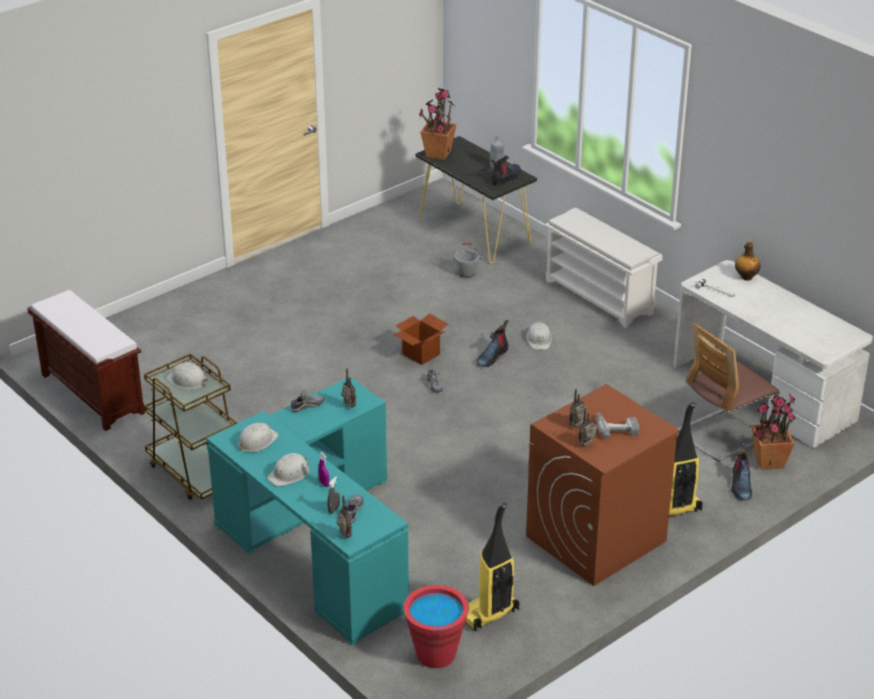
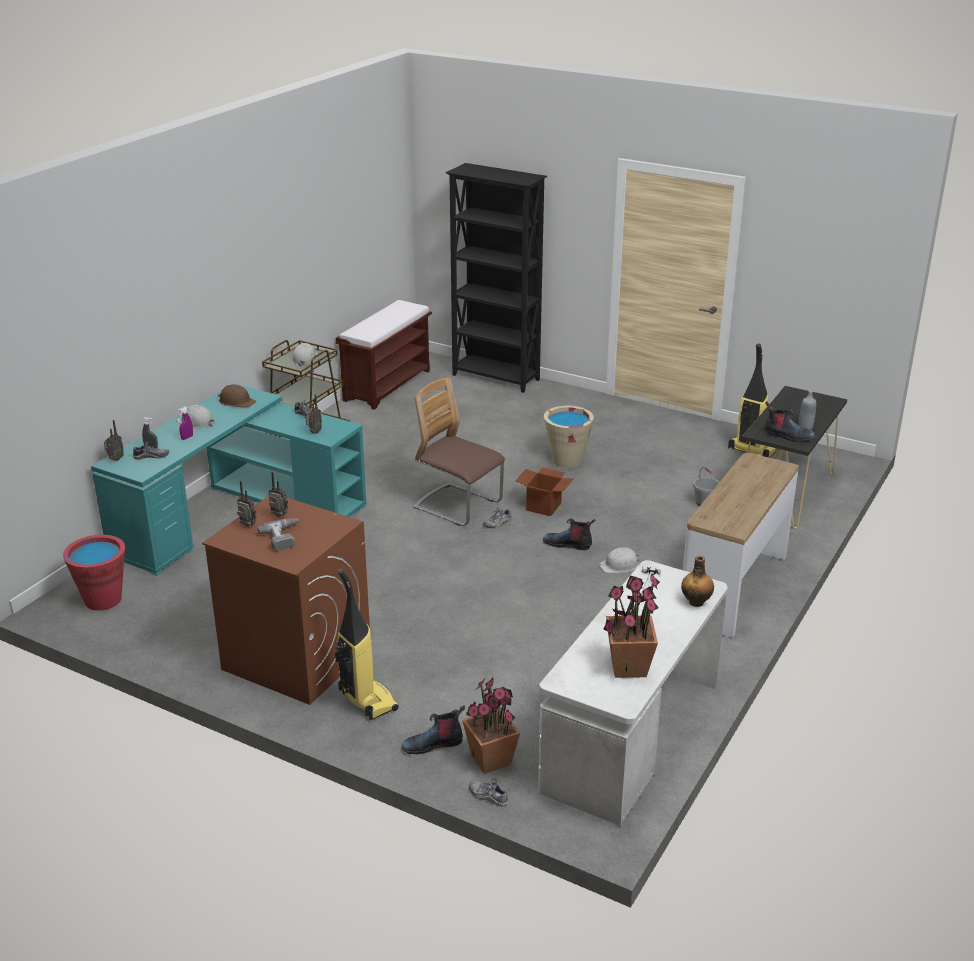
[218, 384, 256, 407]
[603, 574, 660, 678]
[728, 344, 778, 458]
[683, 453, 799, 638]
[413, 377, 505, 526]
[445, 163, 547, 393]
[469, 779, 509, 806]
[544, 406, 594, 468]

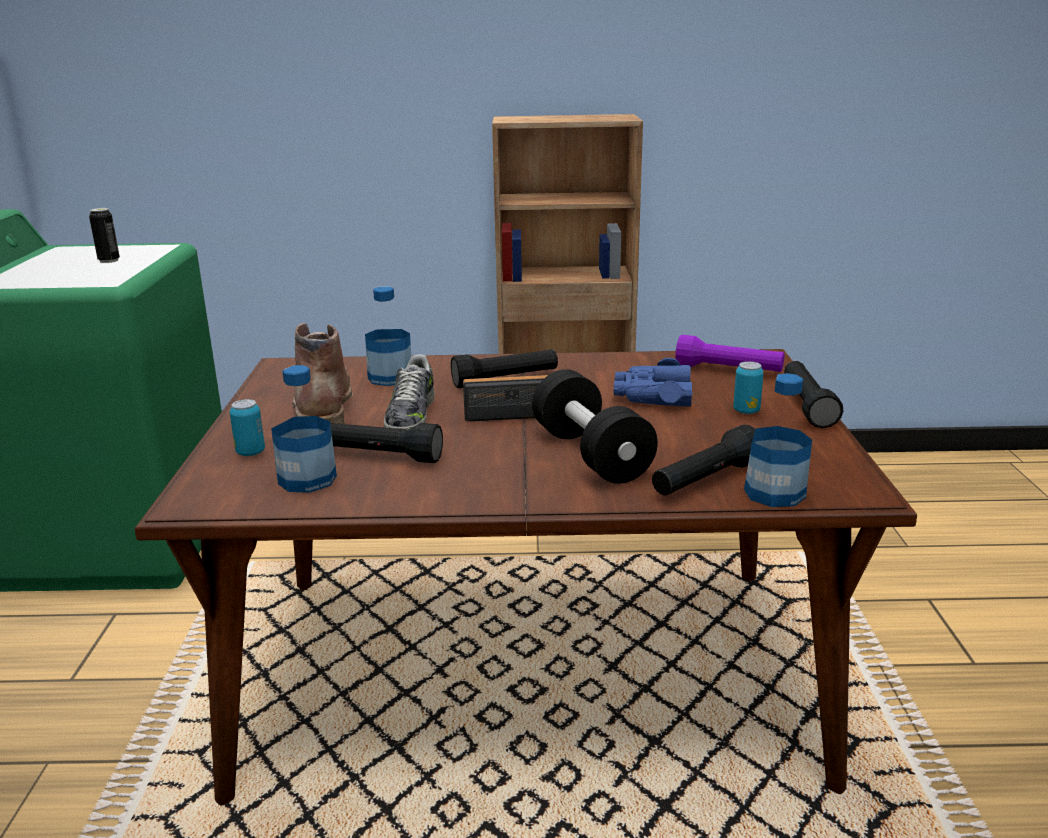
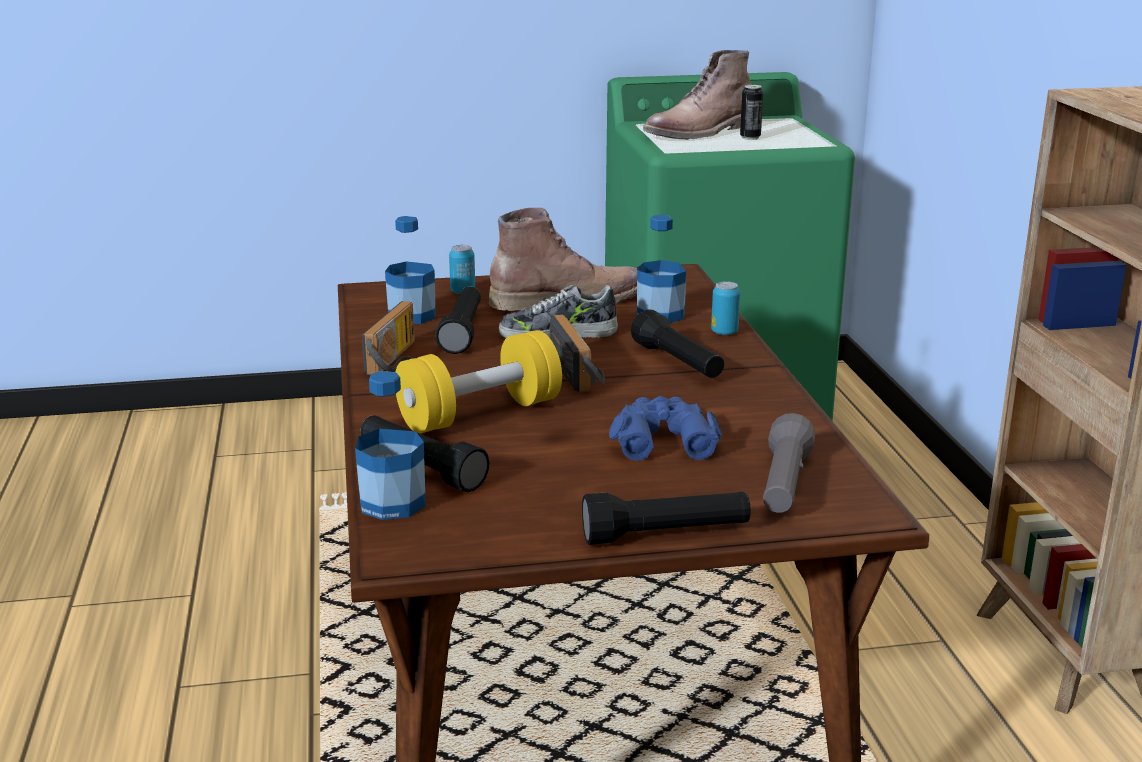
[396, 330, 562, 434]
[763, 413, 815, 513]
[711, 282, 740, 335]
[362, 301, 415, 375]
[643, 50, 751, 140]

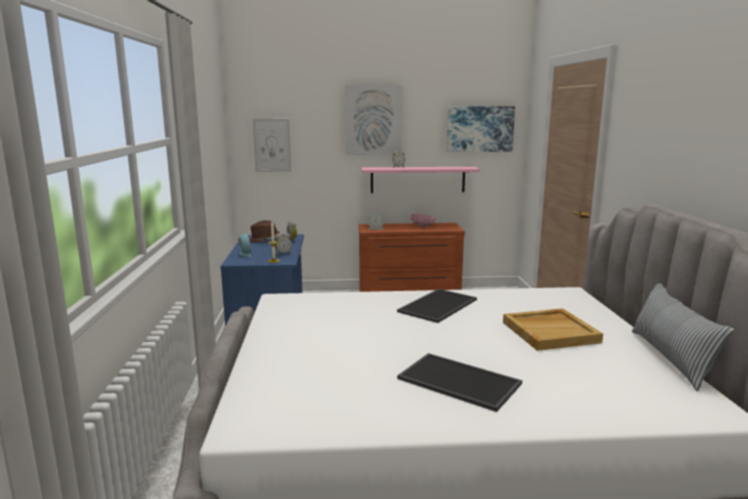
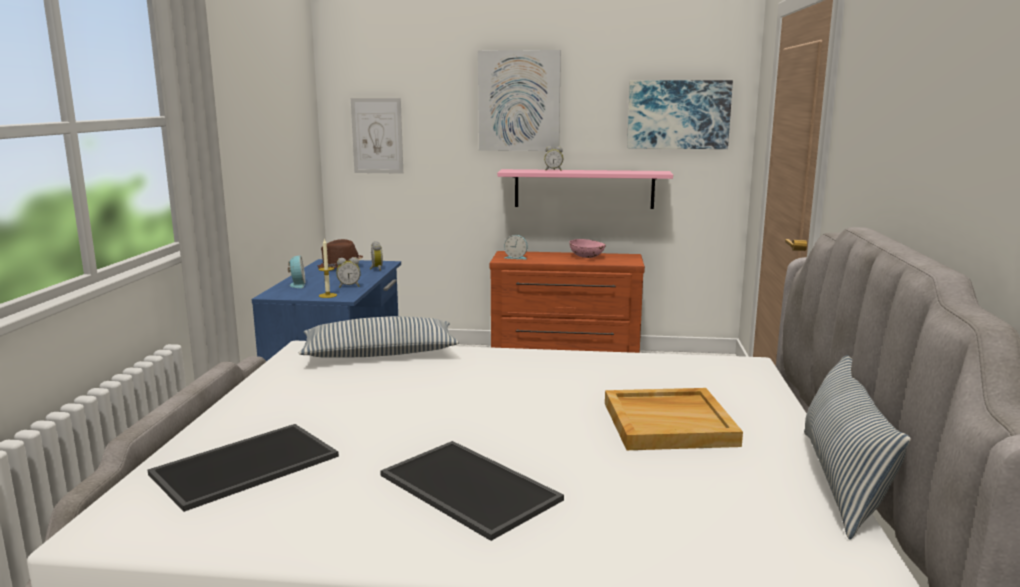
[147, 424, 339, 512]
[299, 316, 459, 358]

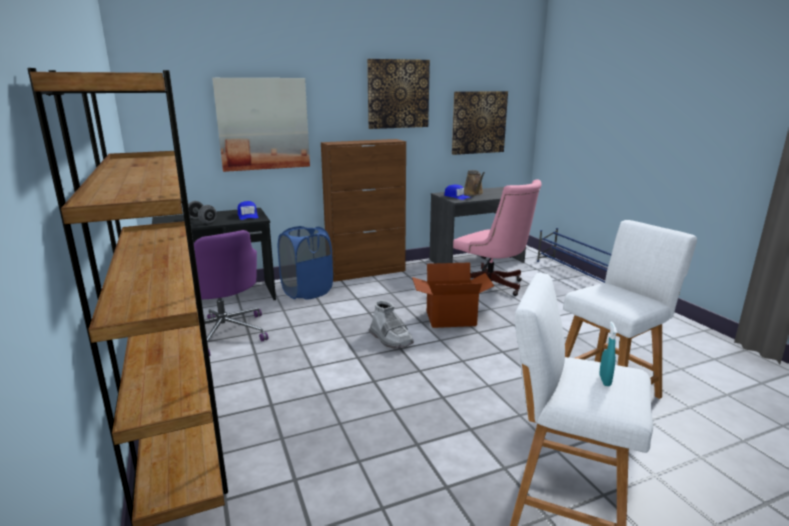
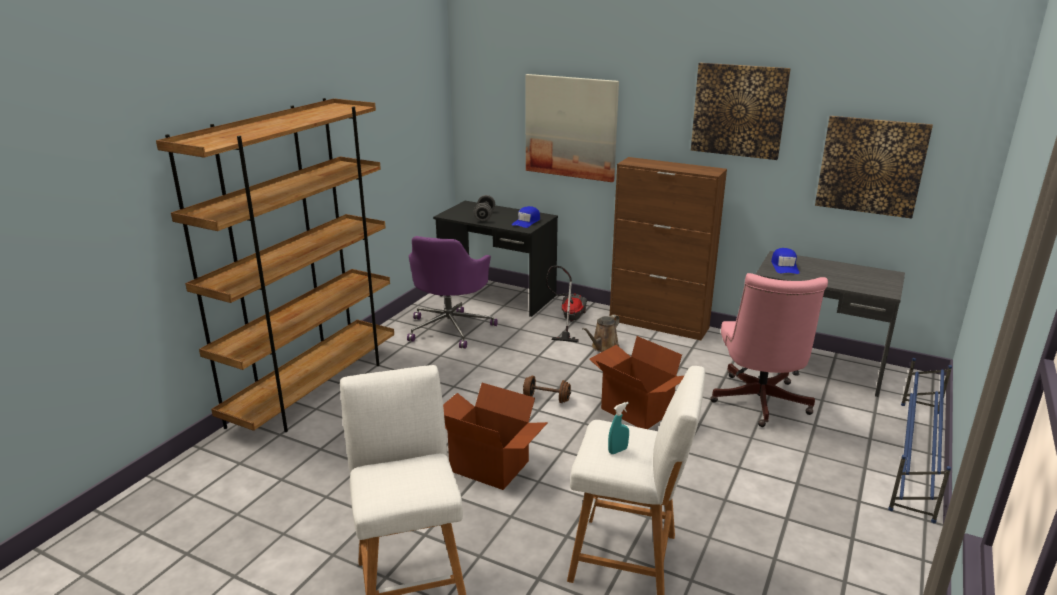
[546, 266, 588, 342]
[523, 376, 571, 403]
[582, 315, 620, 352]
[608, 402, 629, 454]
[443, 383, 548, 490]

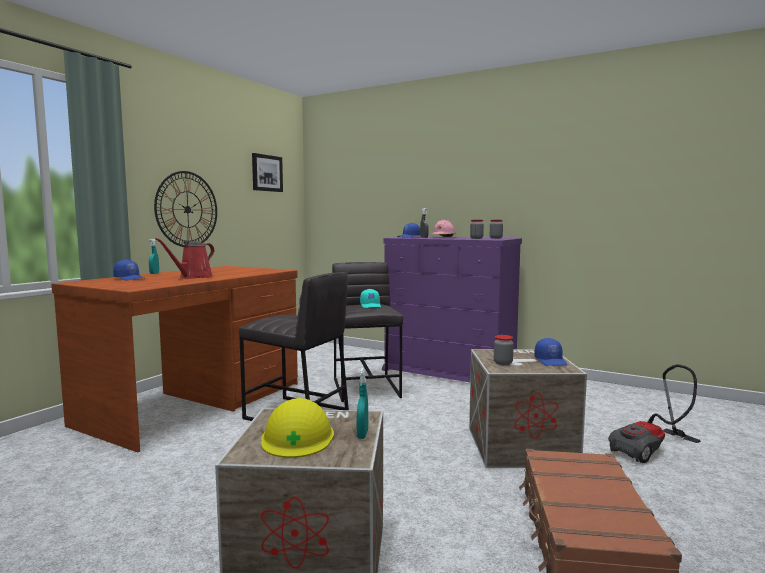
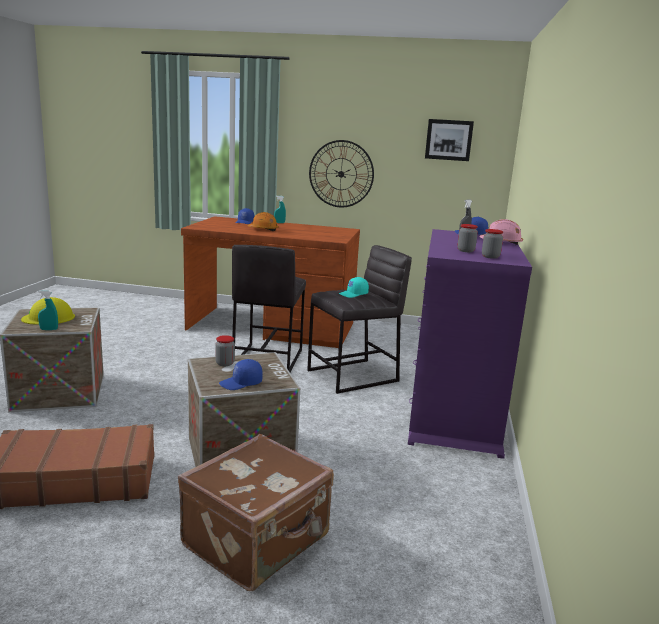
[247, 212, 279, 231]
[178, 434, 334, 591]

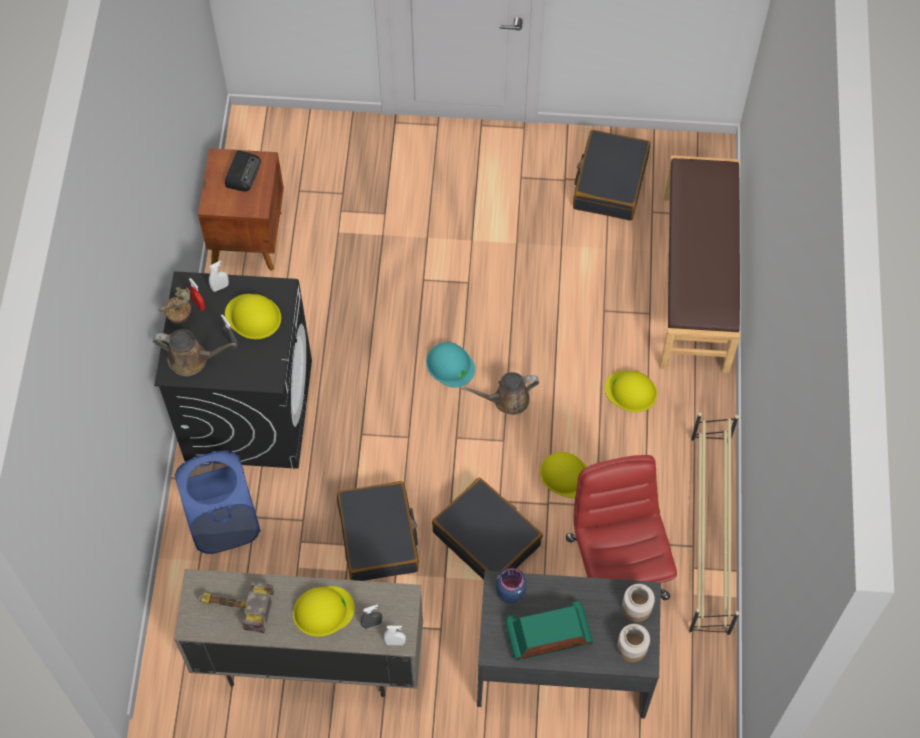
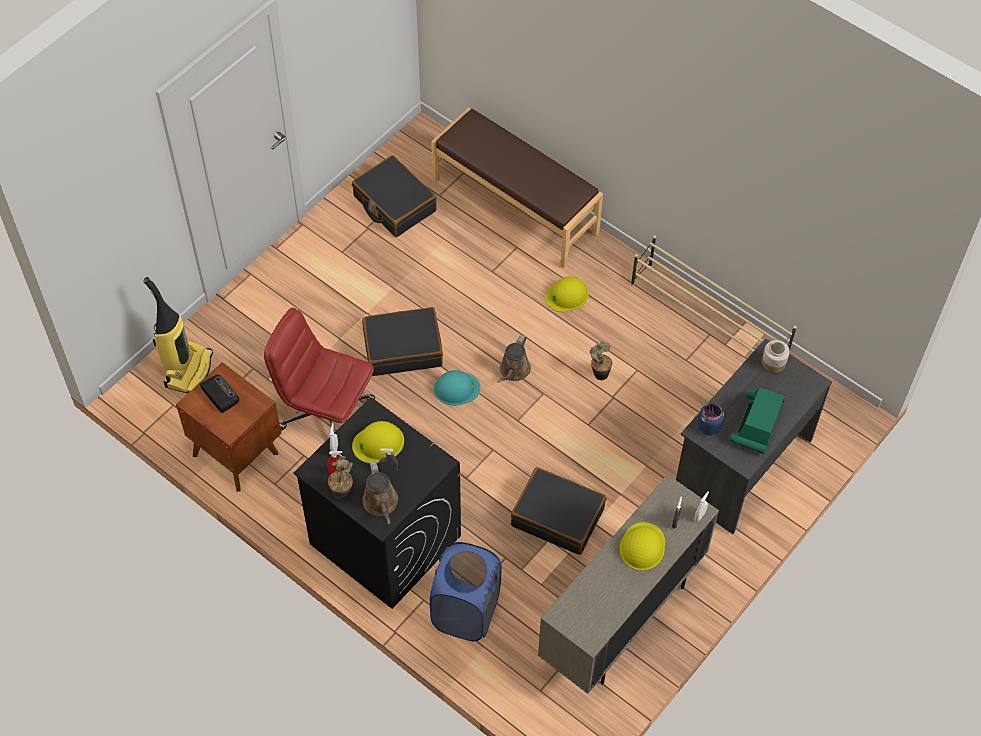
[362, 461, 398, 524]
[197, 581, 274, 633] (first image)
[362, 307, 443, 376]
[590, 341, 612, 380]
[264, 308, 375, 432]
[617, 624, 650, 662] (first image)
[143, 277, 213, 394]

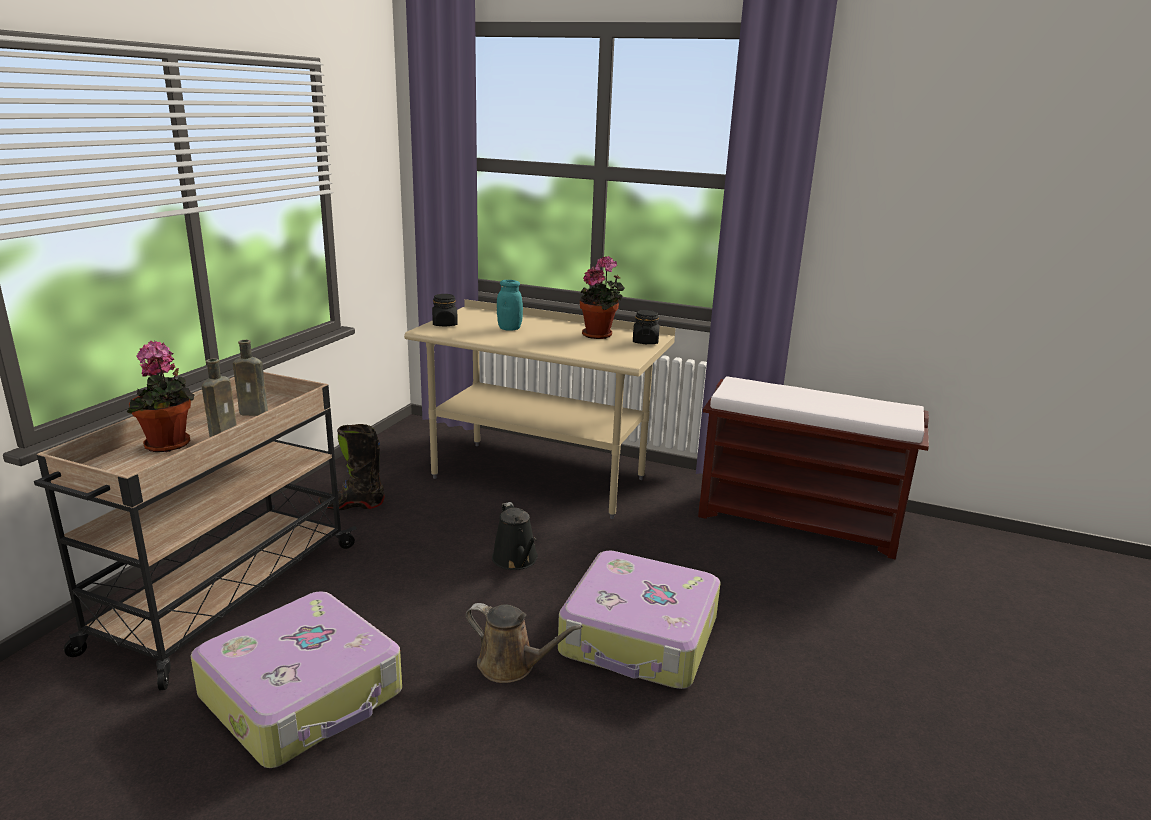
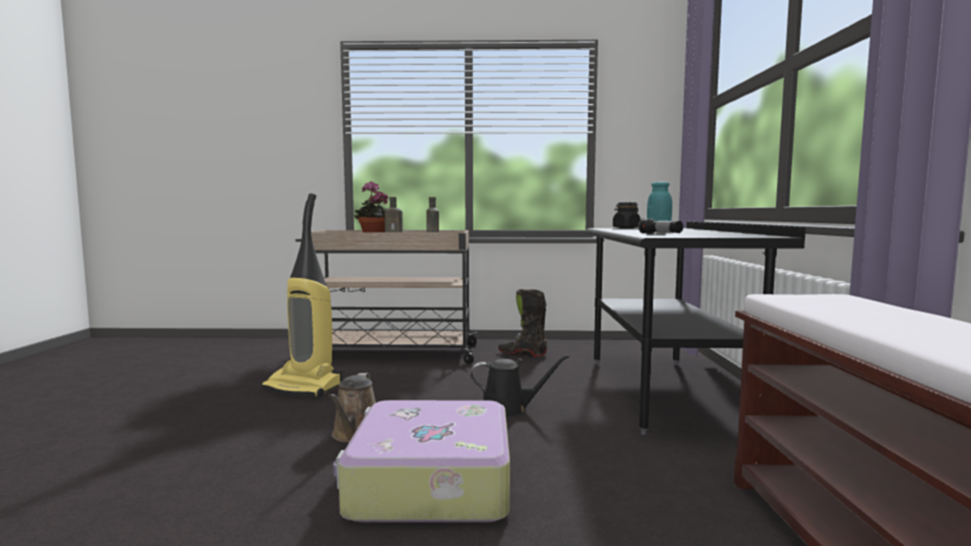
[261, 193, 342, 397]
[498, 289, 547, 357]
[585, 222, 806, 435]
[470, 355, 569, 418]
[580, 256, 625, 339] (first image)
[633, 310, 659, 344] (first image)
[638, 218, 683, 234]

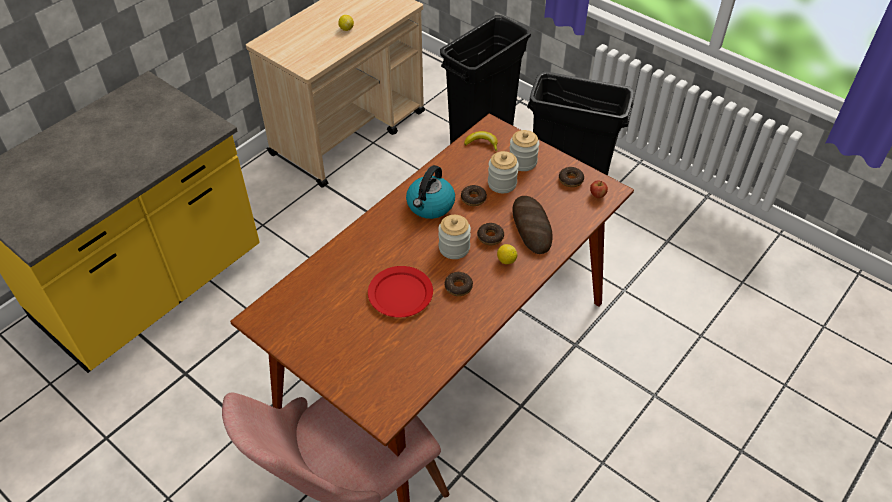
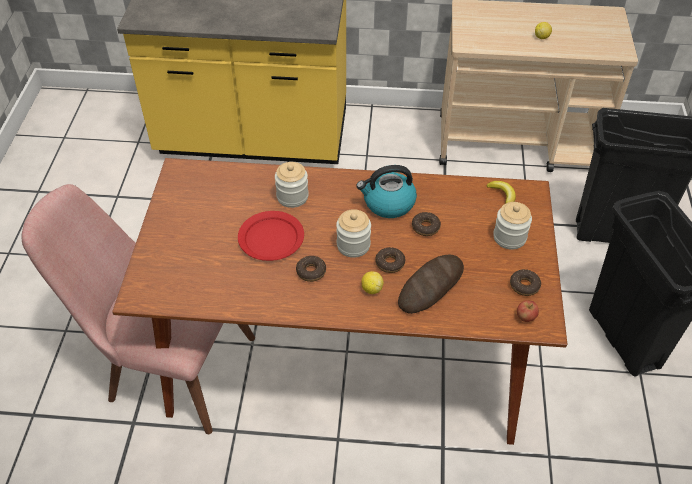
[275, 162, 309, 208]

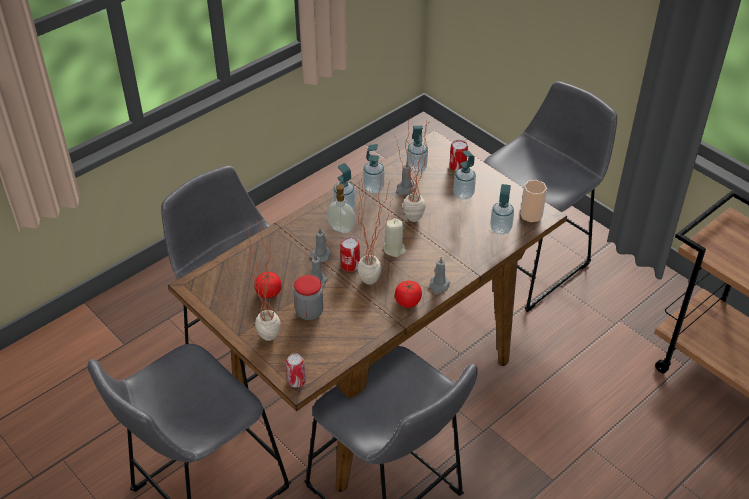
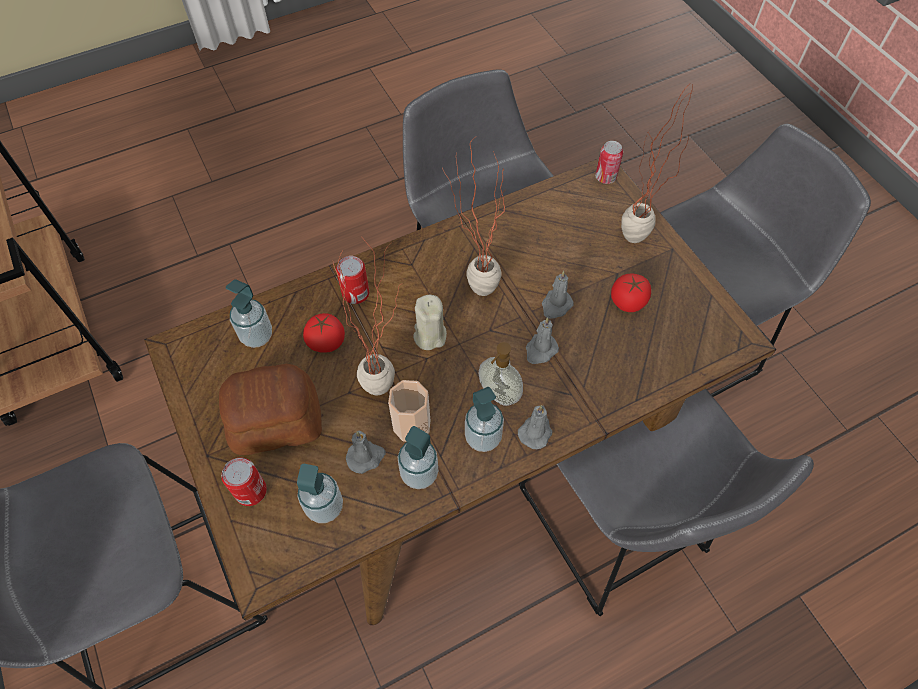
[294, 275, 323, 320] (first image)
[336, 256, 369, 304]
[303, 313, 345, 353]
[518, 405, 553, 449]
[219, 364, 322, 455]
[388, 380, 430, 442]

